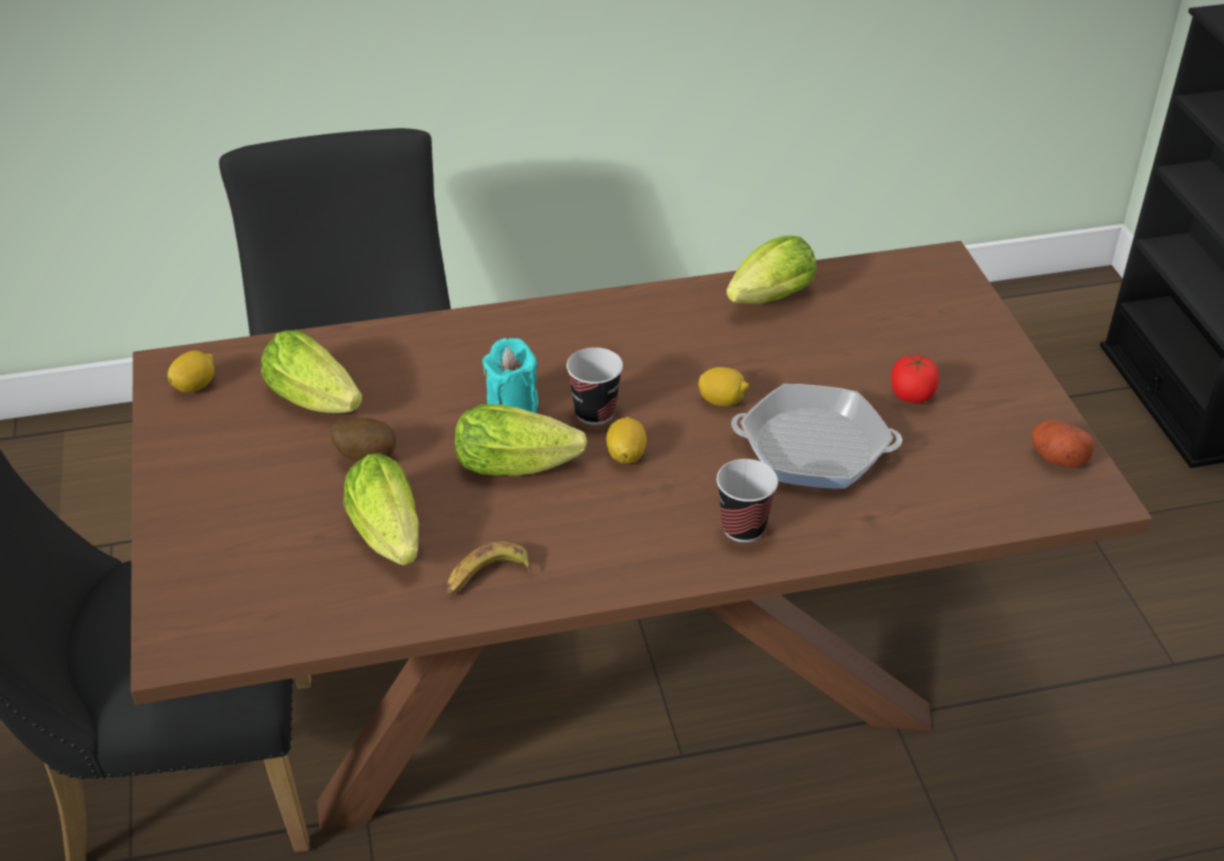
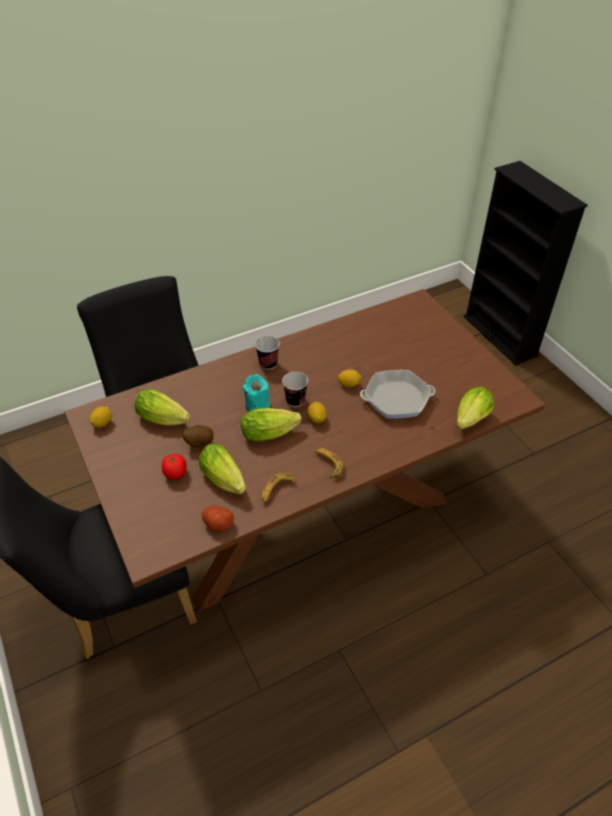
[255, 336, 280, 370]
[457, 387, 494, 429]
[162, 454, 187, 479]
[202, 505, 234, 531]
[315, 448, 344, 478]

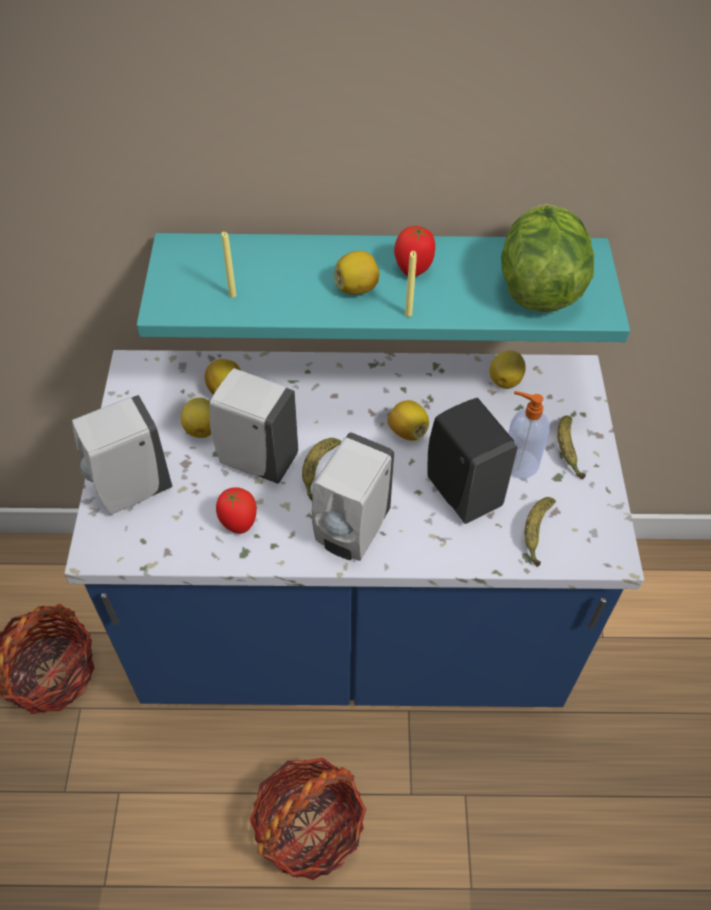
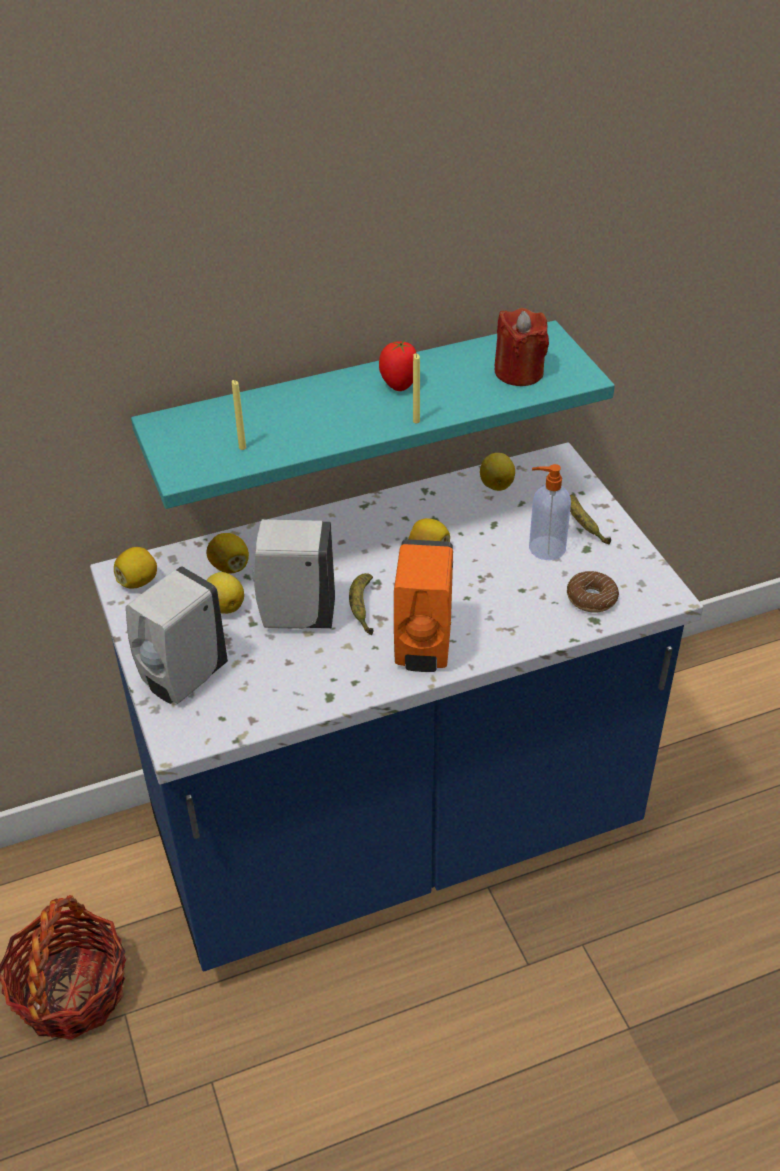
[216, 487, 257, 534] (first image)
[250, 758, 366, 880] (first image)
[394, 539, 453, 672]
[114, 547, 157, 588]
[428, 398, 518, 524] (first image)
[494, 308, 549, 386]
[567, 571, 619, 613]

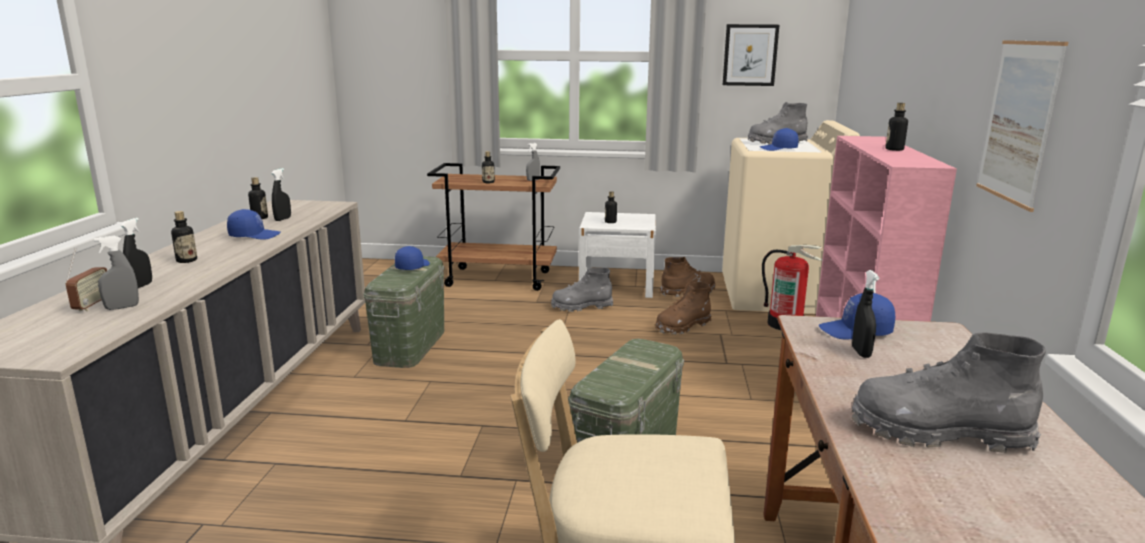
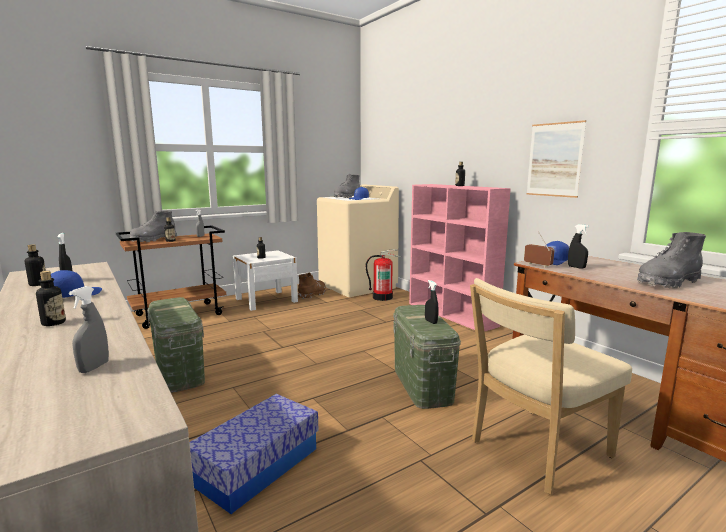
[524, 232, 554, 267]
[425, 280, 438, 324]
[395, 246, 430, 270] (first image)
[129, 211, 177, 242]
[655, 282, 711, 334] (first image)
[723, 24, 779, 86] (first image)
[189, 394, 318, 514]

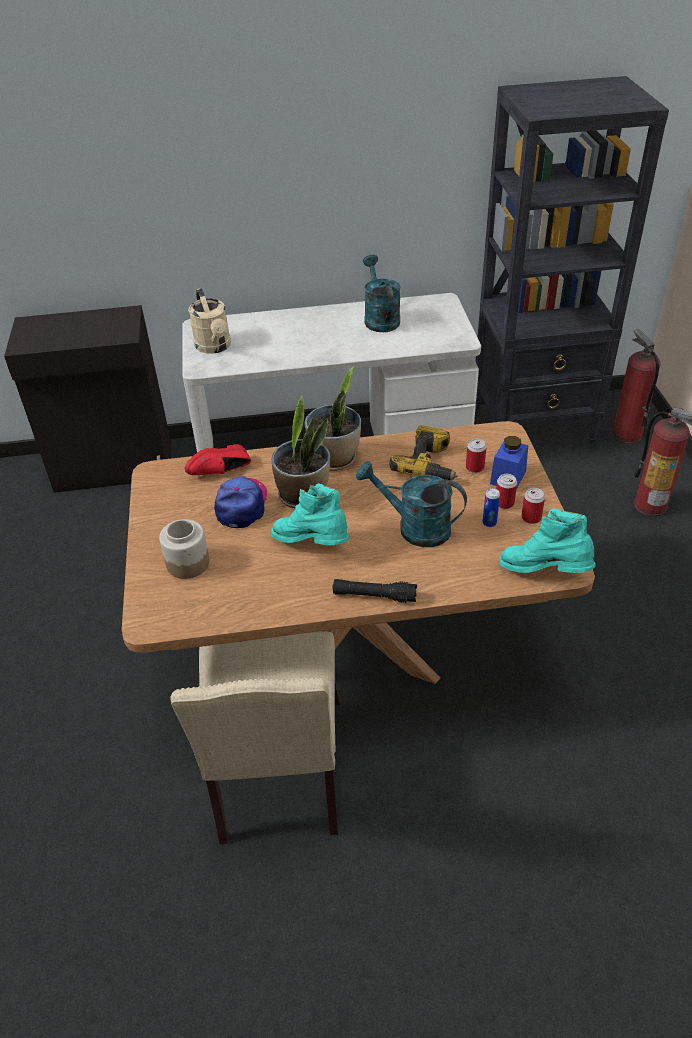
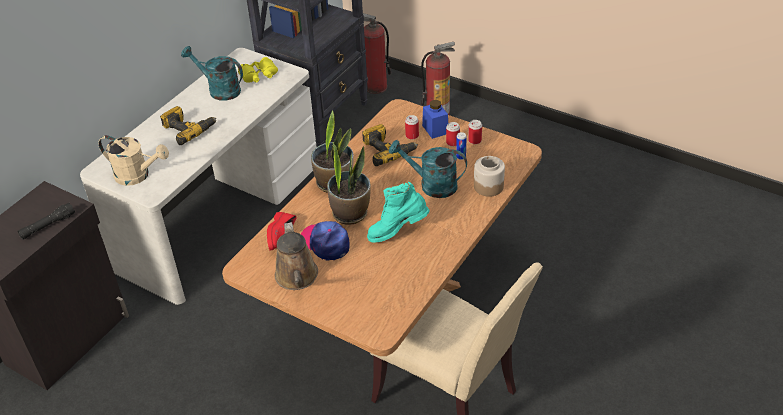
[474, 156, 505, 197]
[18, 202, 75, 239]
[389, 140, 467, 198]
[499, 508, 596, 573] (first image)
[160, 106, 216, 145]
[238, 57, 278, 83]
[275, 222, 318, 290]

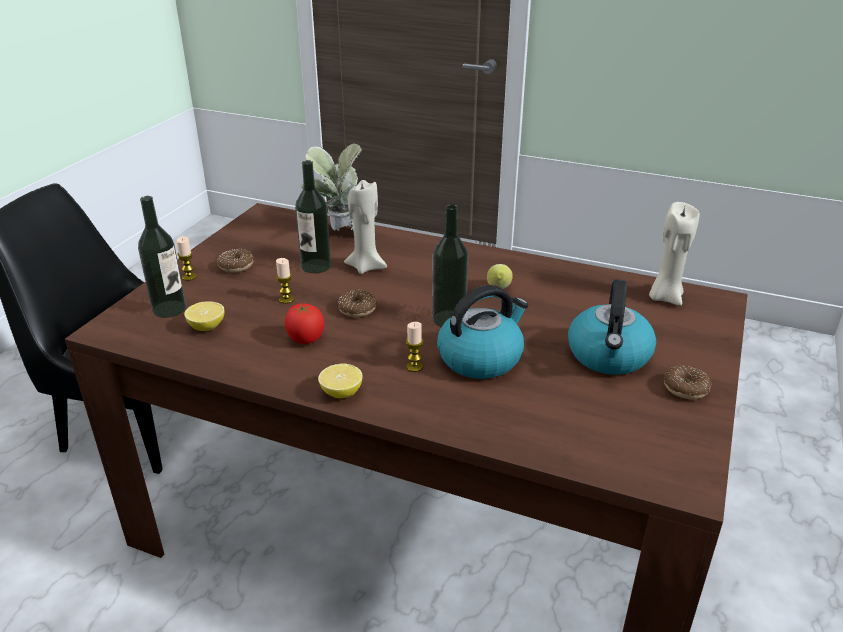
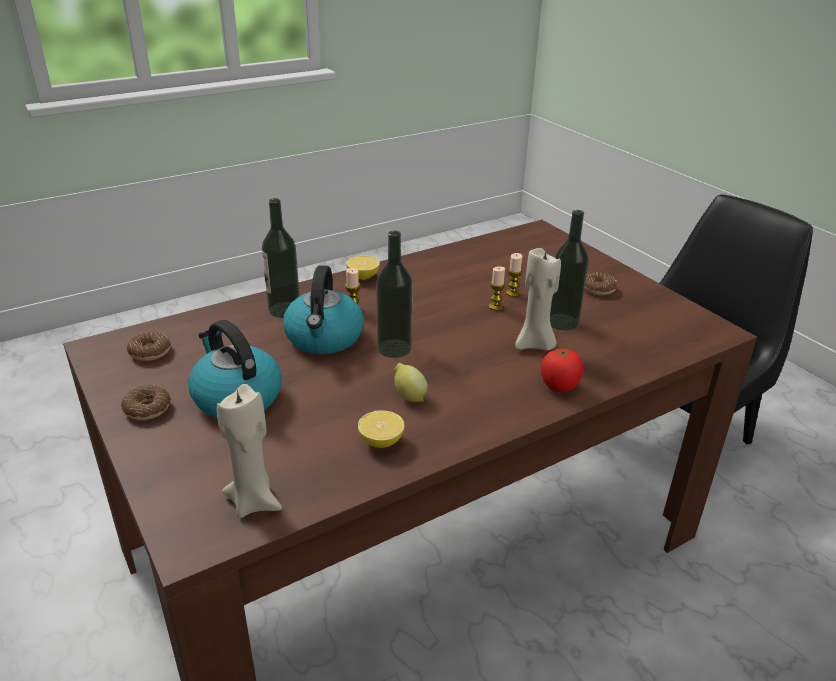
[262, 198, 300, 318]
[489, 266, 505, 311]
[358, 410, 405, 448]
[541, 348, 583, 392]
[301, 143, 362, 233] (first image)
[127, 332, 171, 361]

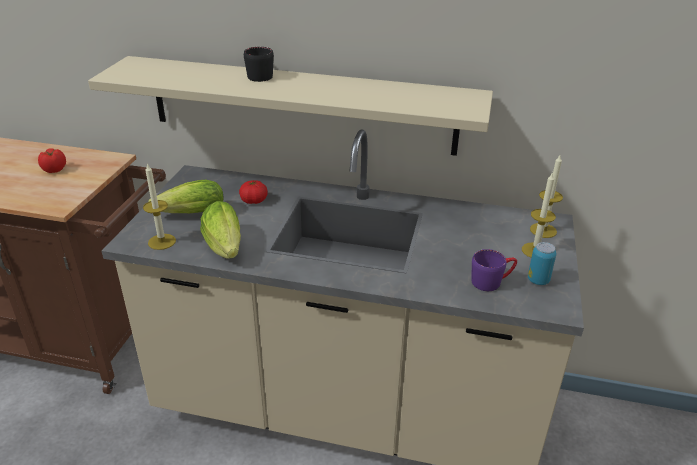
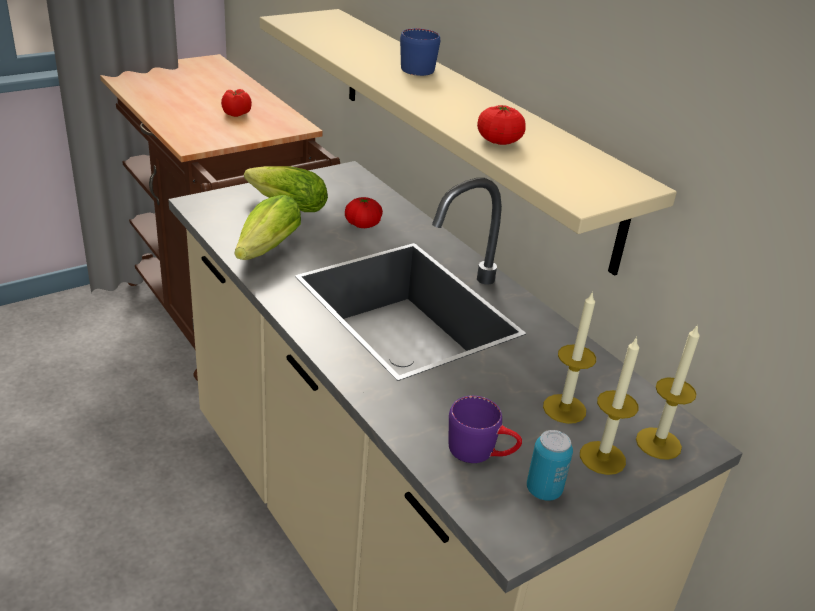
[543, 291, 596, 424]
[400, 28, 440, 76]
[477, 105, 526, 145]

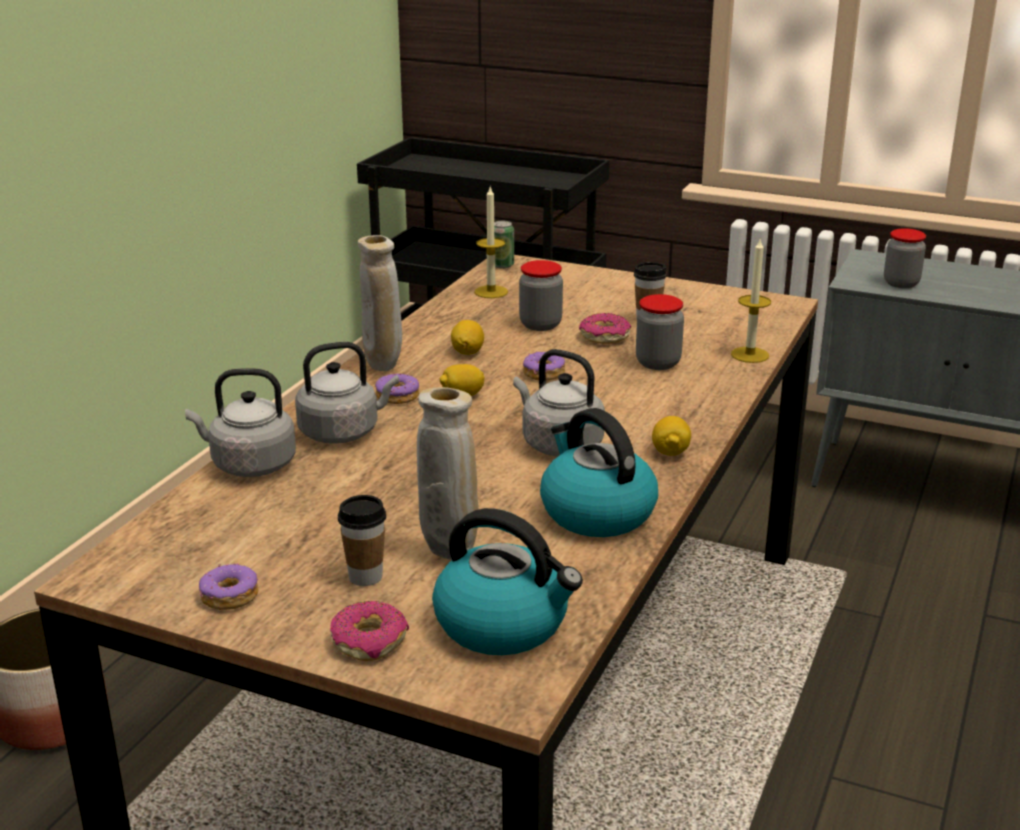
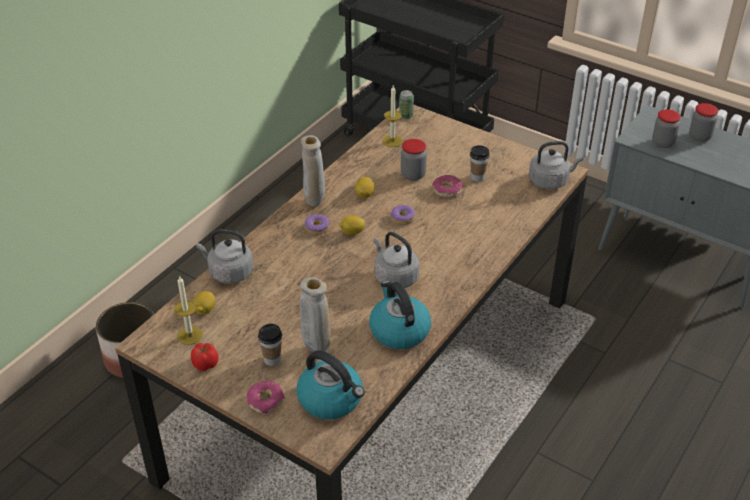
[191, 343, 218, 371]
[529, 141, 583, 189]
[689, 103, 718, 142]
[193, 291, 215, 315]
[174, 275, 203, 345]

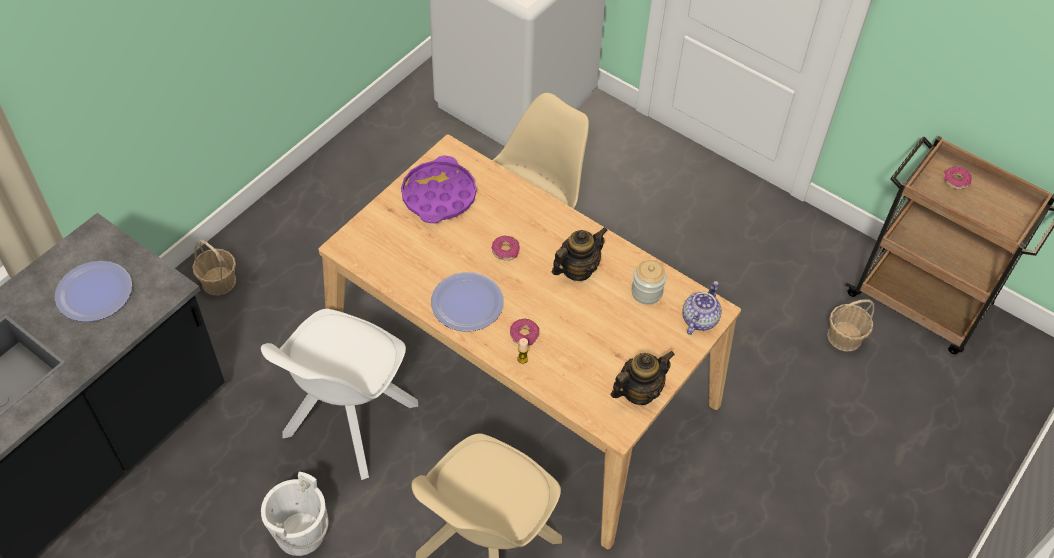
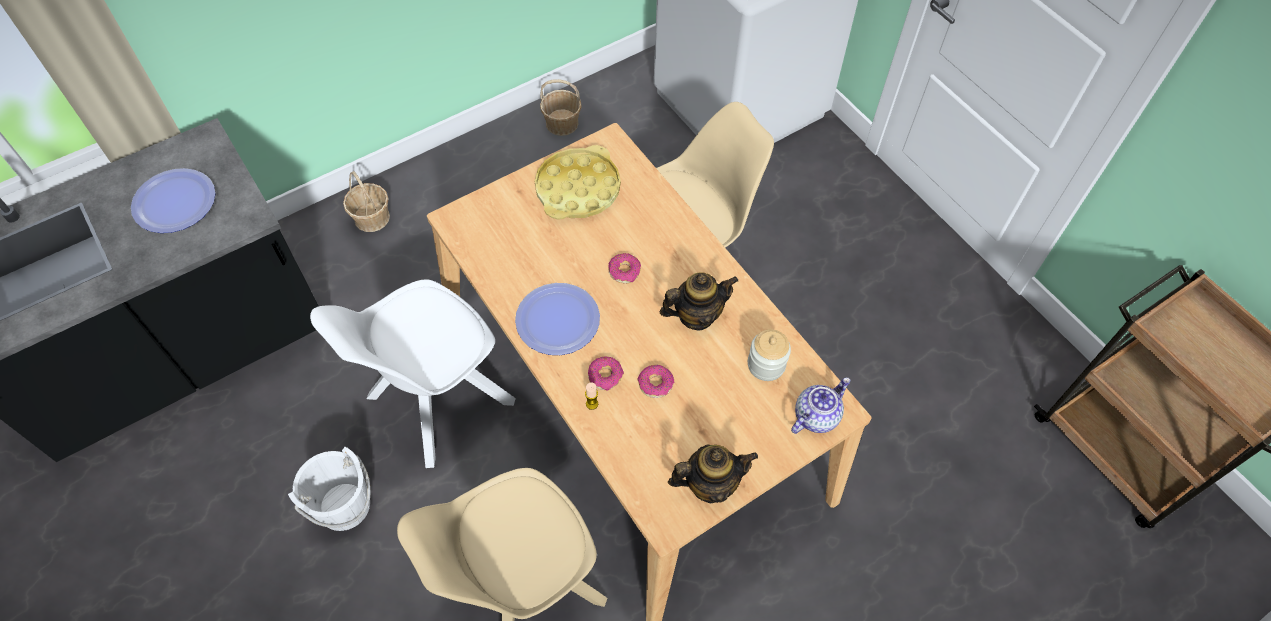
[535, 145, 621, 219]
[540, 79, 582, 136]
[638, 365, 674, 398]

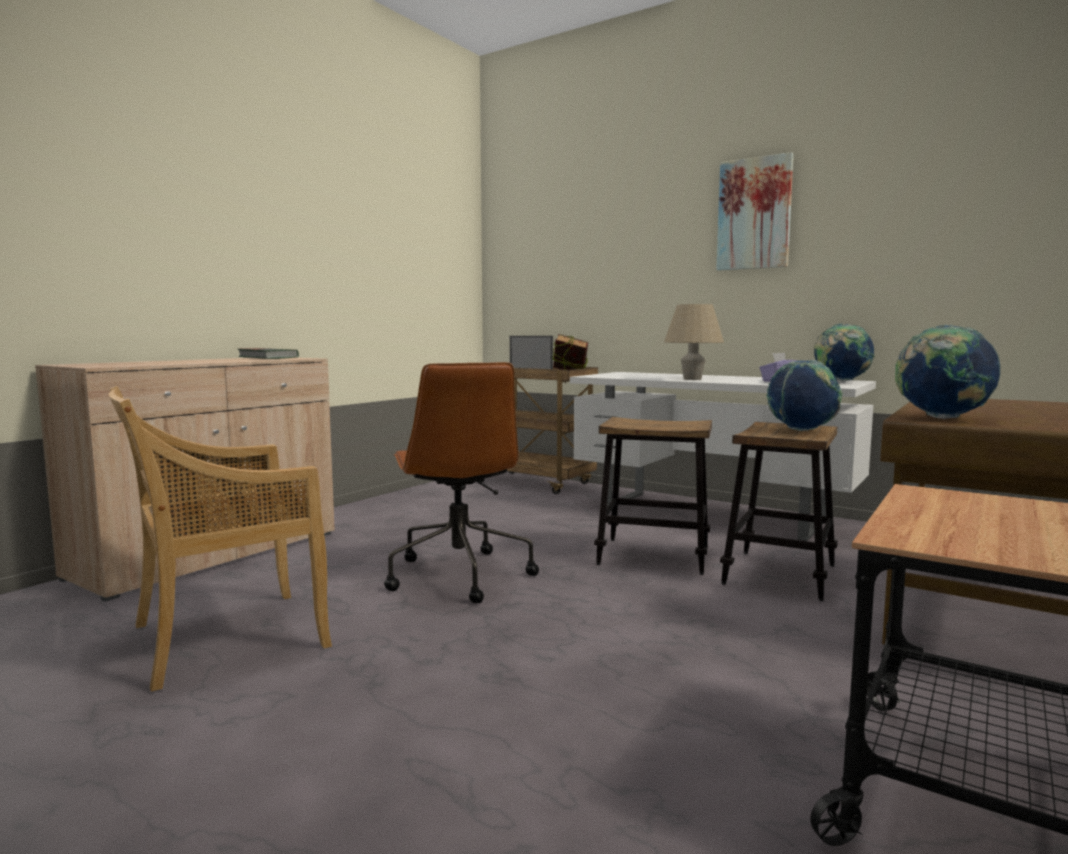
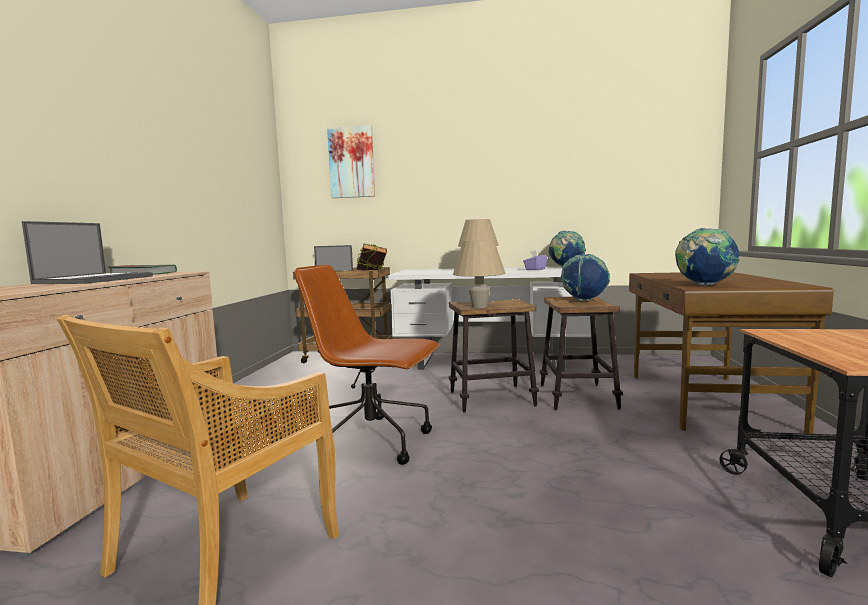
[294, 265, 440, 465]
[327, 125, 375, 198]
[22, 221, 153, 284]
[453, 240, 505, 308]

